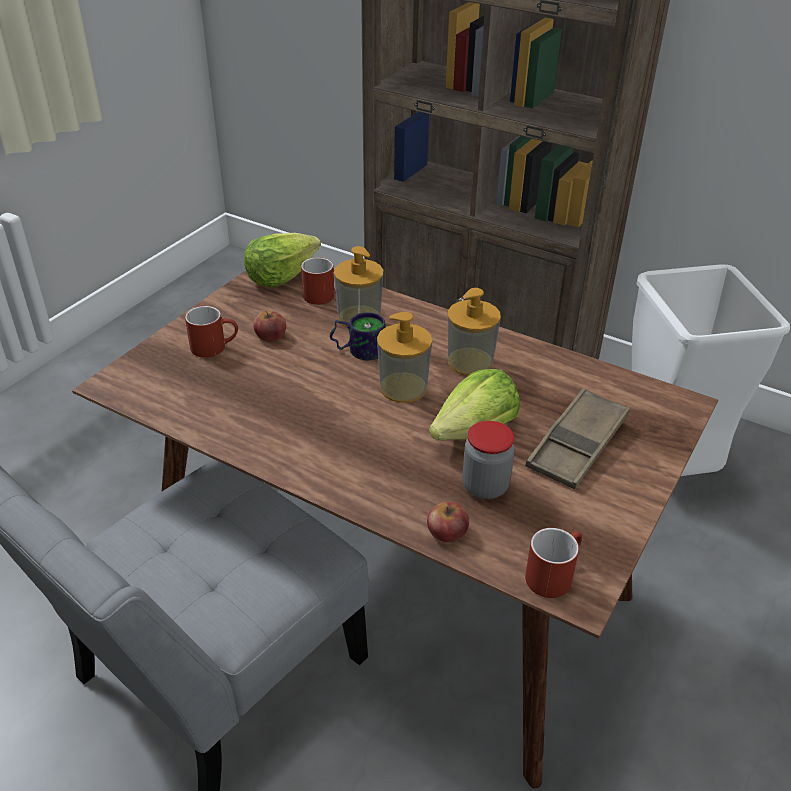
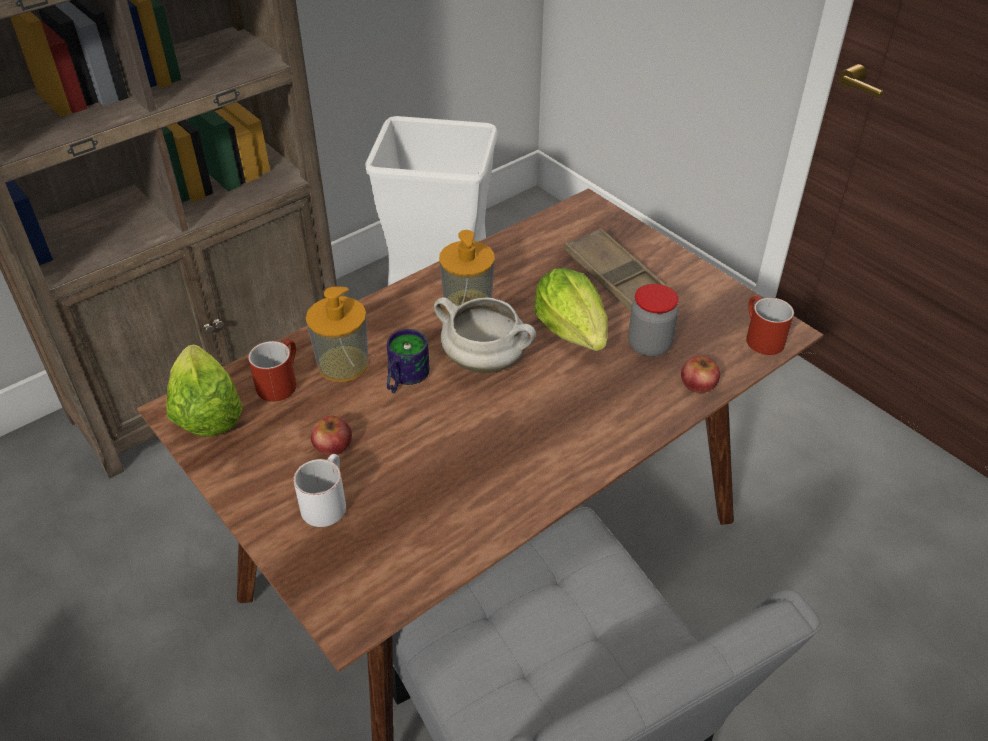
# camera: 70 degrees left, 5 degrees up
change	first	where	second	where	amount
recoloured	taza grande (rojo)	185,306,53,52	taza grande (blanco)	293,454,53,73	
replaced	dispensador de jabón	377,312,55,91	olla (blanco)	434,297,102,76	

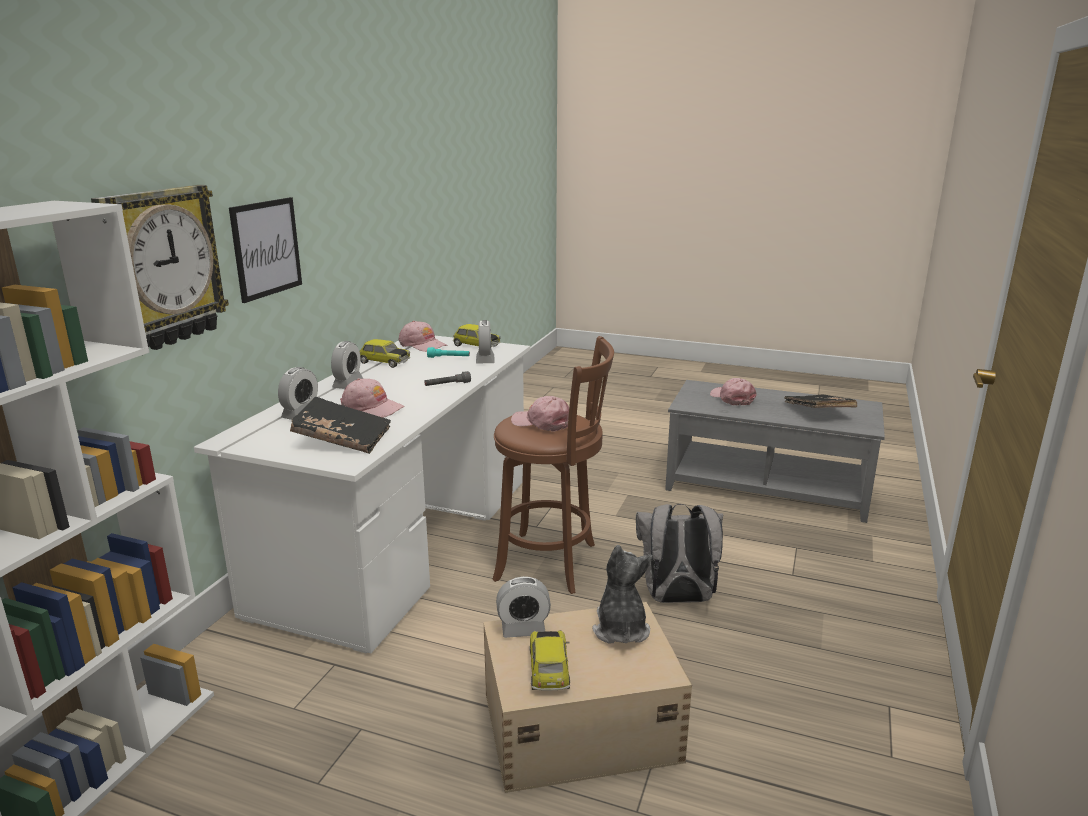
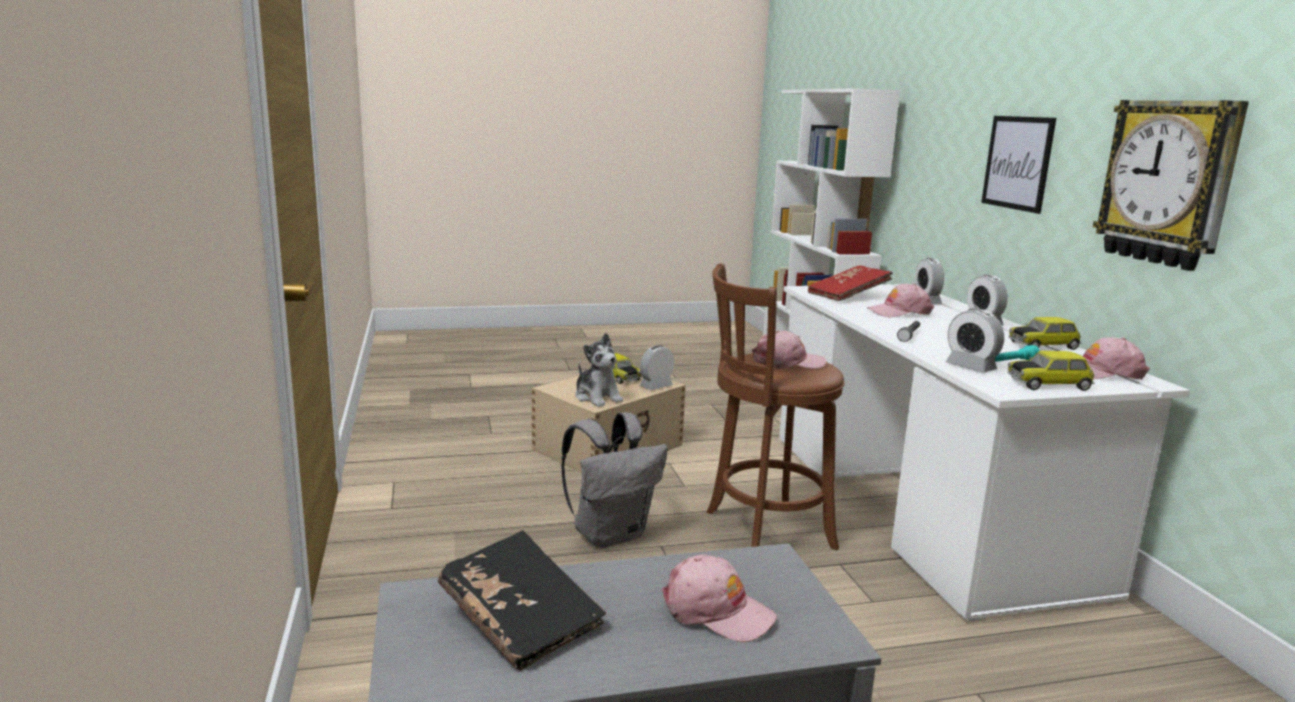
# camera: 145 degrees right, 5 degrees down
change	first	where	second	where	amount
recoloured	libro (negro)	290,396,101,58	libro (rojo)	808,265,85,36	
moved	reloj de pared	91,185,138,165		1093,100,156,171	

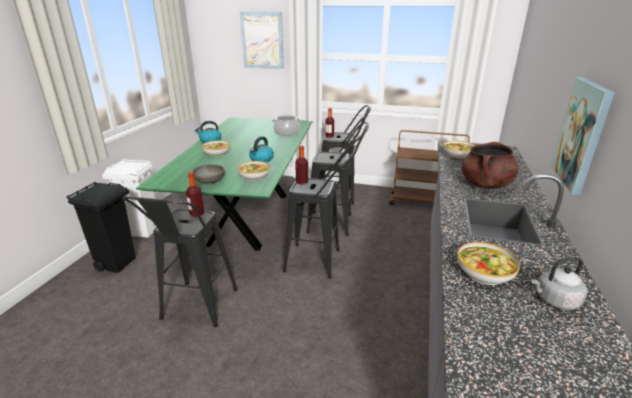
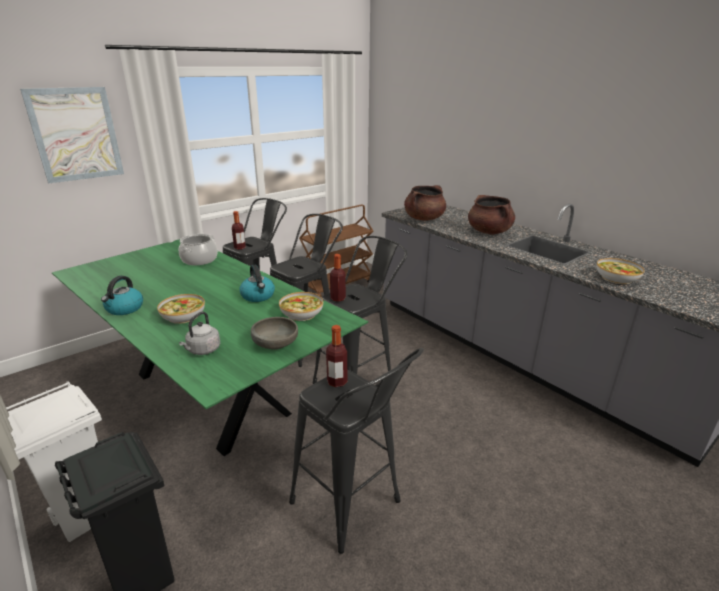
# camera: 55 degrees left, 0 degrees up
change	first	where	second	where	amount
moved	hervidor (gris)	532,257,55,53		179,311,41,44	
replaced	cuenco	443,140,32,19	olla (marrón)	404,185,42,36	
removed	cuadro	551,77,64,118			

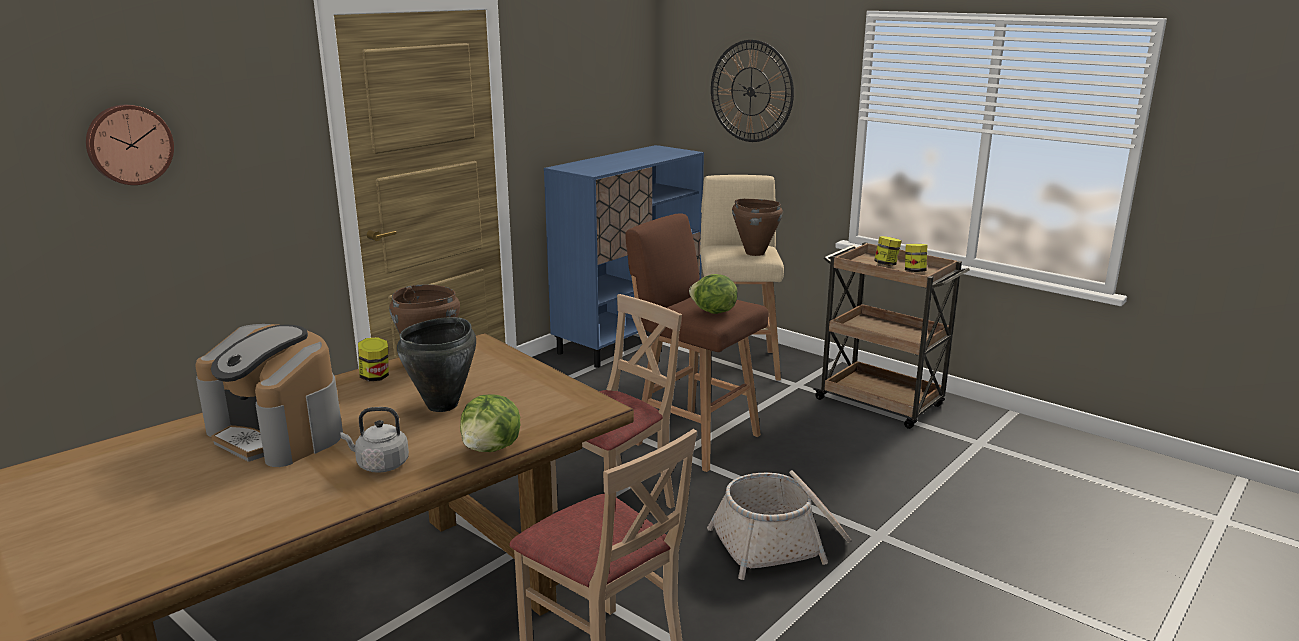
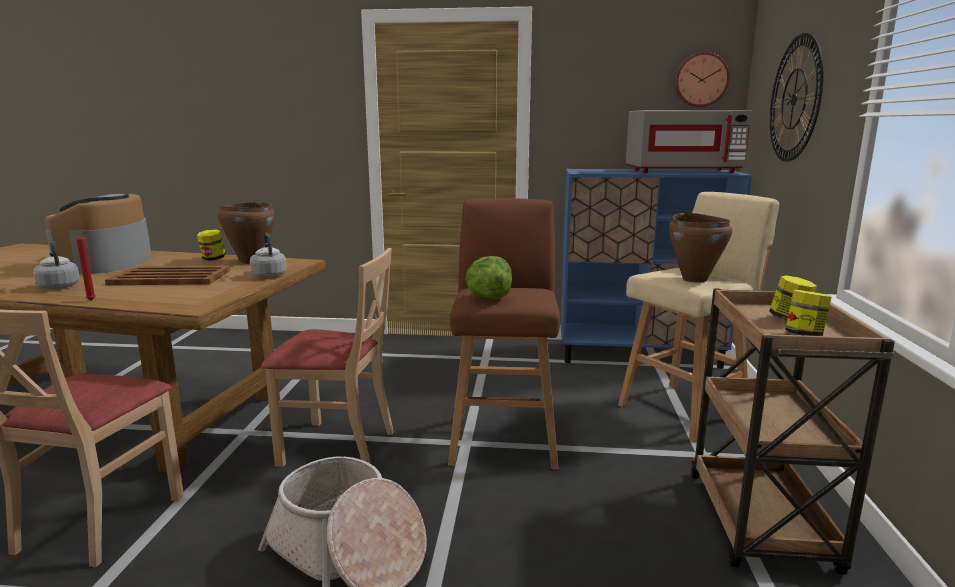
# camera: 55 degrees right, 5 degrees down
change	first	where	second	where	amount
replaced	lechuga	460,395,61,57	vela (rojo)	76,231,20,70	
replaced	olla (negro)	397,317,79,95	bandeja (marrón)	105,266,125,19	
added			hervidor (gris)	250,233,37,45	
added			microondas (gris)	626,110,126,63	
moved	reloj de pared	86,105,88,80		674,52,56,55	

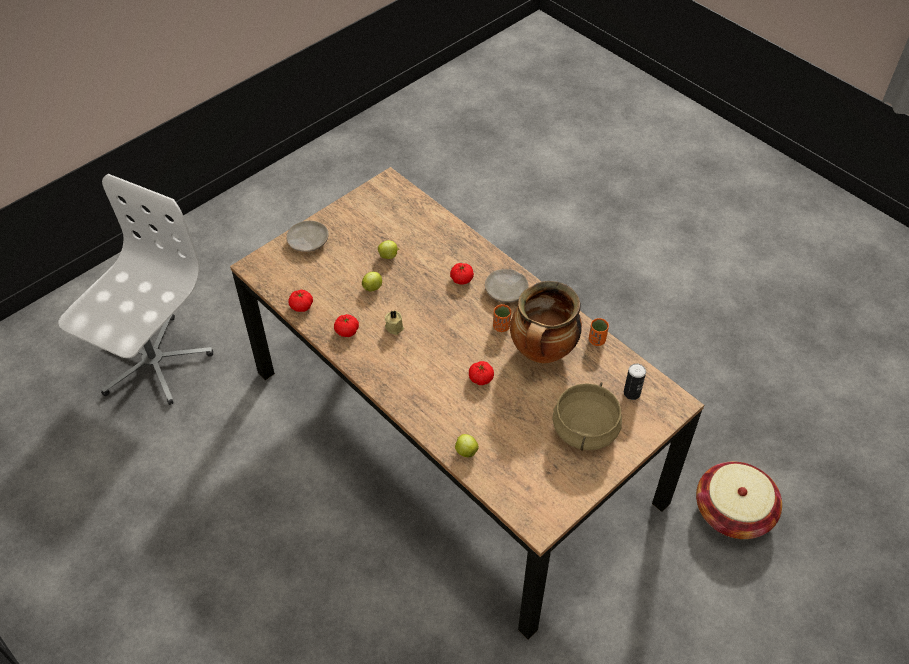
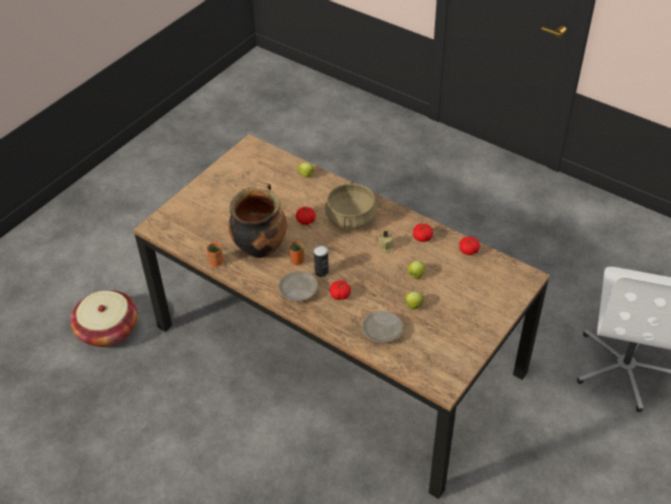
# camera: 170 degrees right, 5 degrees down
change	first	where	second	where	amount
moved	lata	624,364,22,36		314,245,15,32	
moved	olla (beis)	552,382,70,69		325,181,52,48	
moved	plato (beis)	286,221,43,31		362,311,41,32	

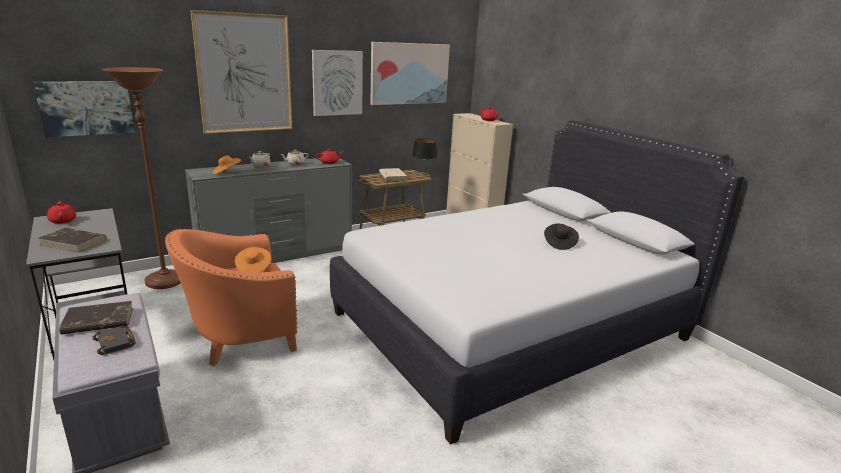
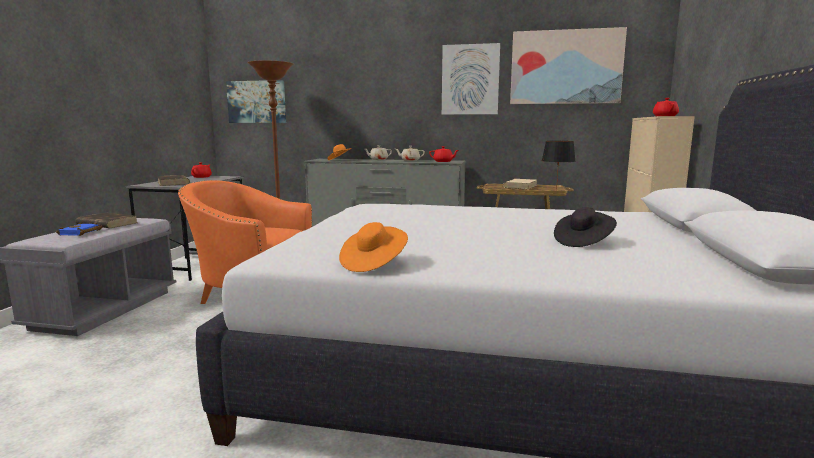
# camera: 45 degrees right, 10 degrees down
change	first	where	second	where	amount
recoloured	libro (negro)	92,326,44,29	libro (azul)	56,223,46,13	
moved	sombrero (naranja)	235,247,36,26		339,222,69,50	
removed	cuadro	190,10,102,124			

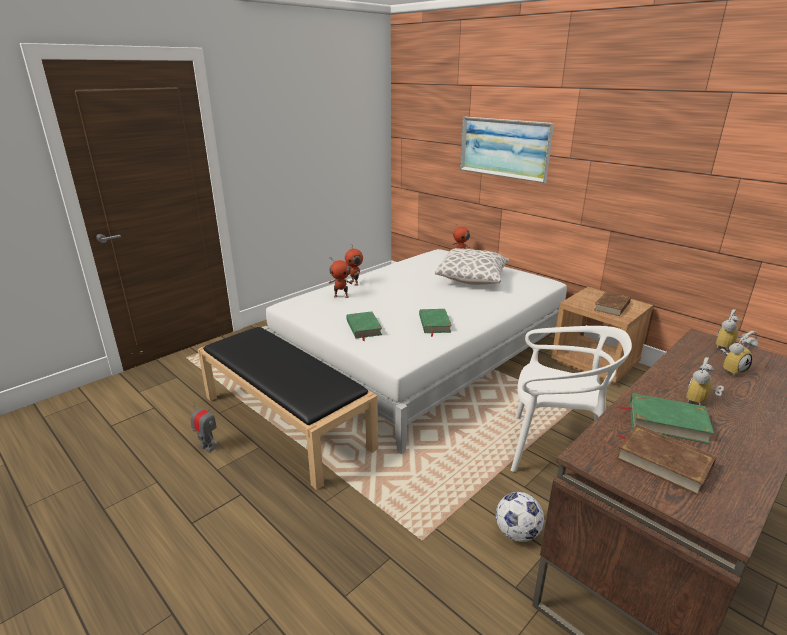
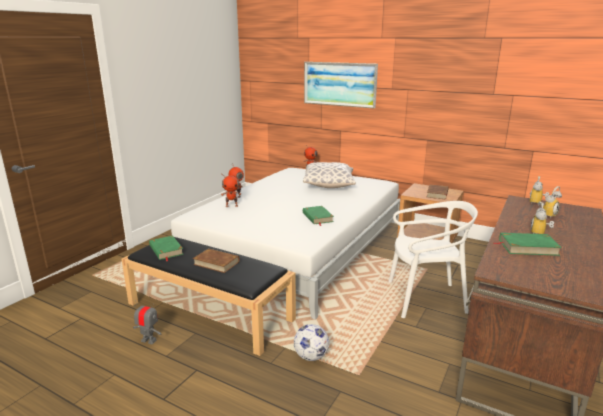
# camera: 15 degrees left, 5 degrees down
change	first	where	second	where	amount
moved	libro (verde)	346,311,36,30		149,236,34,26	
moved	libro (marrón)	616,424,101,72		193,249,46,24	
moved	balón de fútbol	496,492,48,50		294,324,35,37	

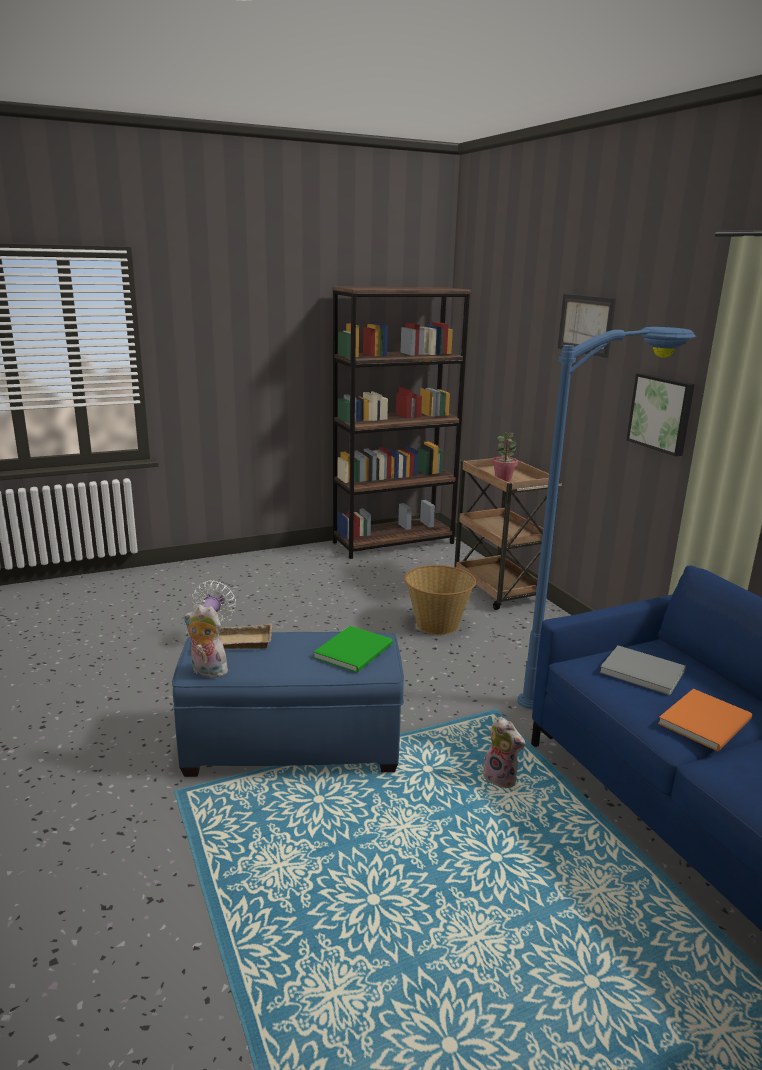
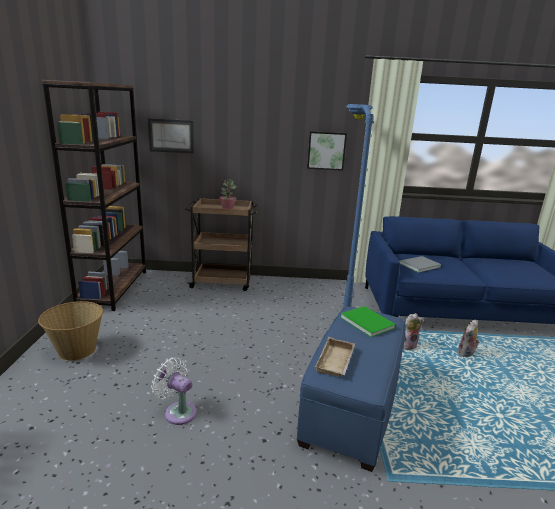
# camera: 65 degrees left, 0 degrees up
change	first	where	second	where	amount
moved	cesta	404,565,72,70		38,301,65,60	
moved	cuadro	558,294,58,64		148,118,46,36	
moved	peluche	184,605,47,73		458,320,22,37	
removed	libro (naranja)	658,689,94,62			

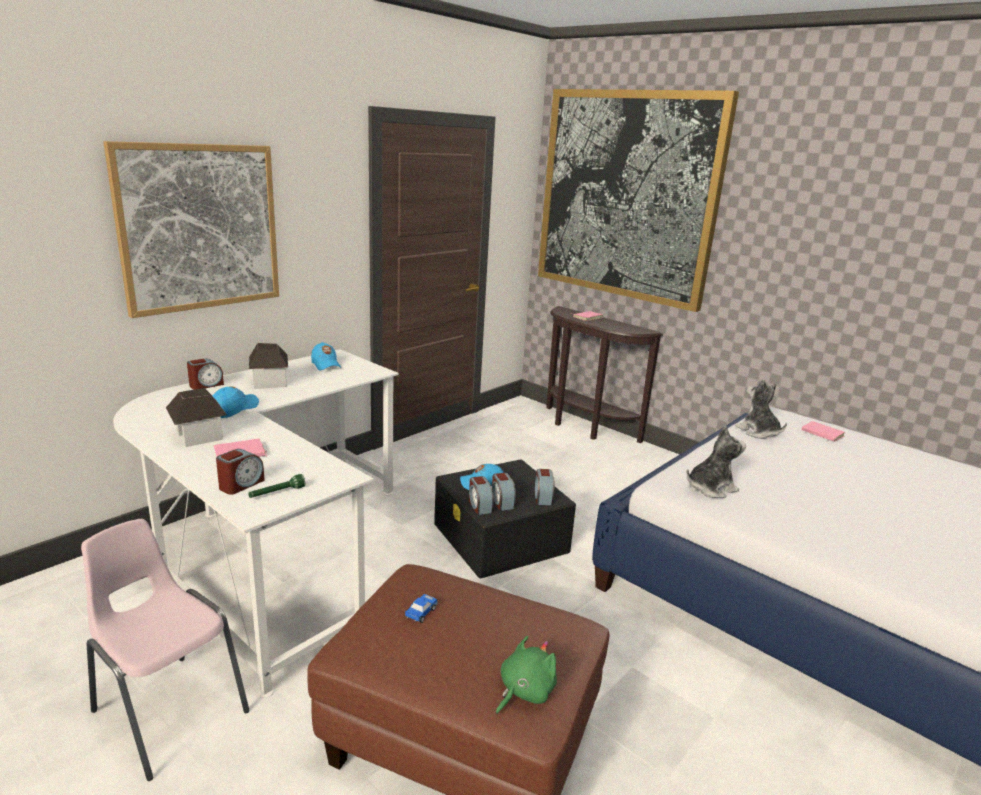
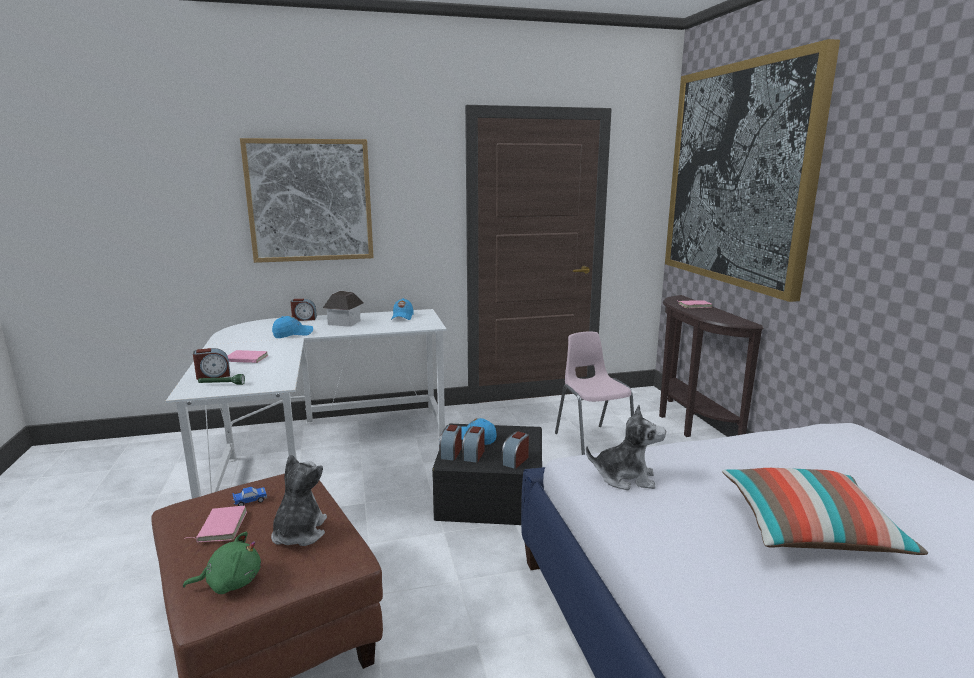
# camera: 35 degrees right, 5 degrees down
change	first	where	second	where	amount
moved	libro (rosa)	802,421,43,21		184,506,63,37	
moved	peluche	736,379,51,60		271,454,56,92	
moved	silla (rosa)	81,519,169,262		555,332,79,123	
added			cojín	722,468,206,87	
removed	casita	166,388,61,59			

